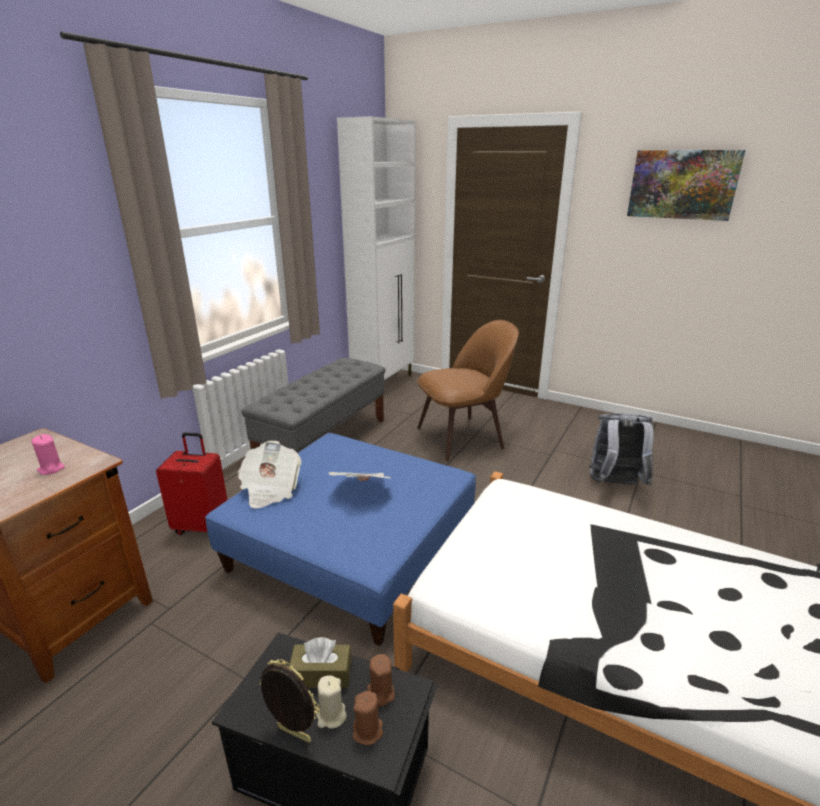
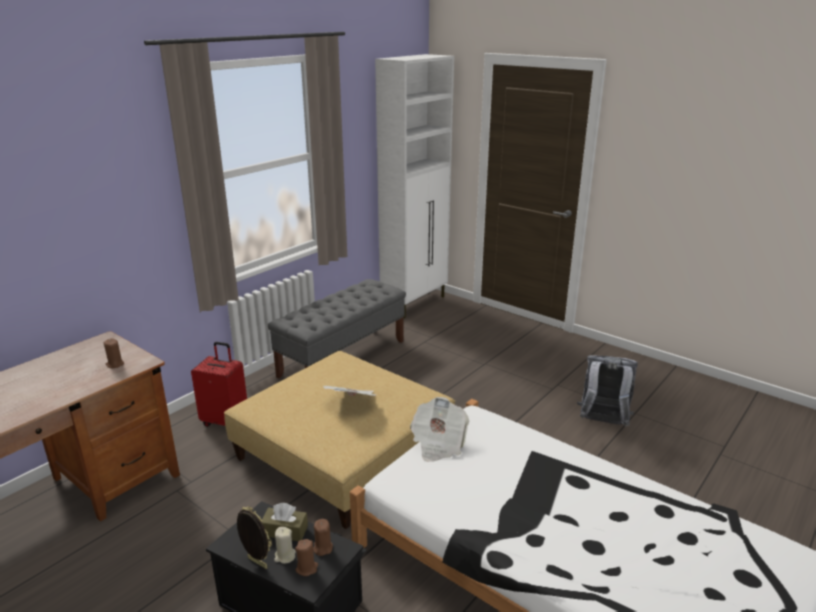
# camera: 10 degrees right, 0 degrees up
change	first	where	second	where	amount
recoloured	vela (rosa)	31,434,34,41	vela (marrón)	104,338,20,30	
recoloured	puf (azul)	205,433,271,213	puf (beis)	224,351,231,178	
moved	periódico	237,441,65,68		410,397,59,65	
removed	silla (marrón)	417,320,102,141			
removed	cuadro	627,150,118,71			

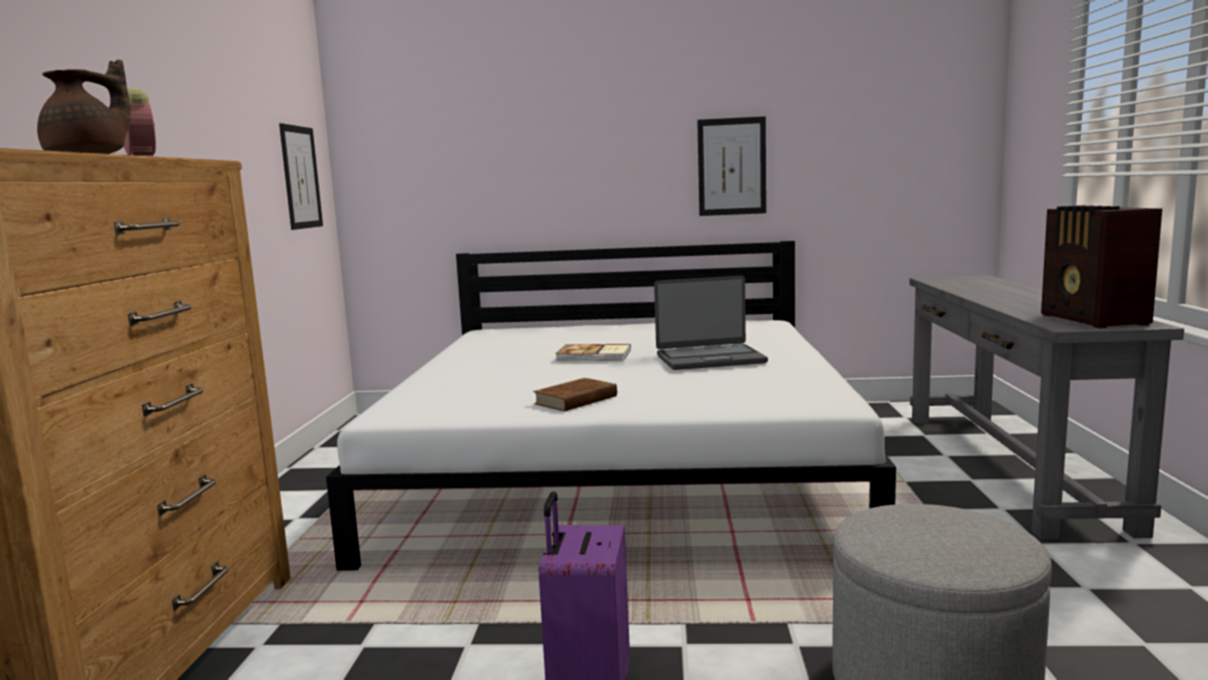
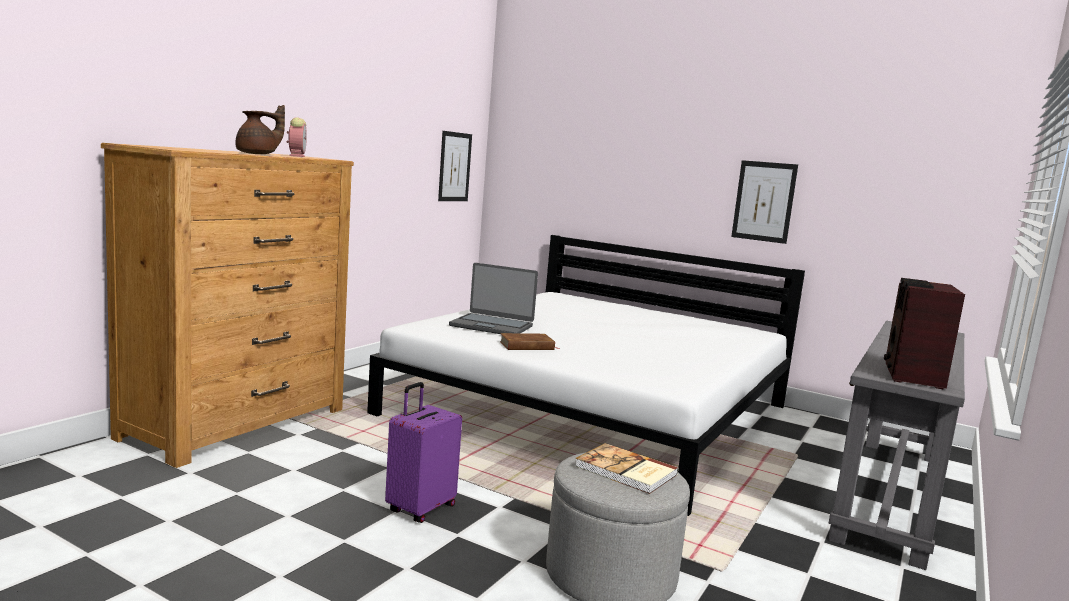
# camera: 25 degrees right, 0 degrees up
change	first	where	second	where	amount
moved	portátil	654,276,114,94		449,263,89,71	
moved	libro	556,344,75,17		575,443,103,51	

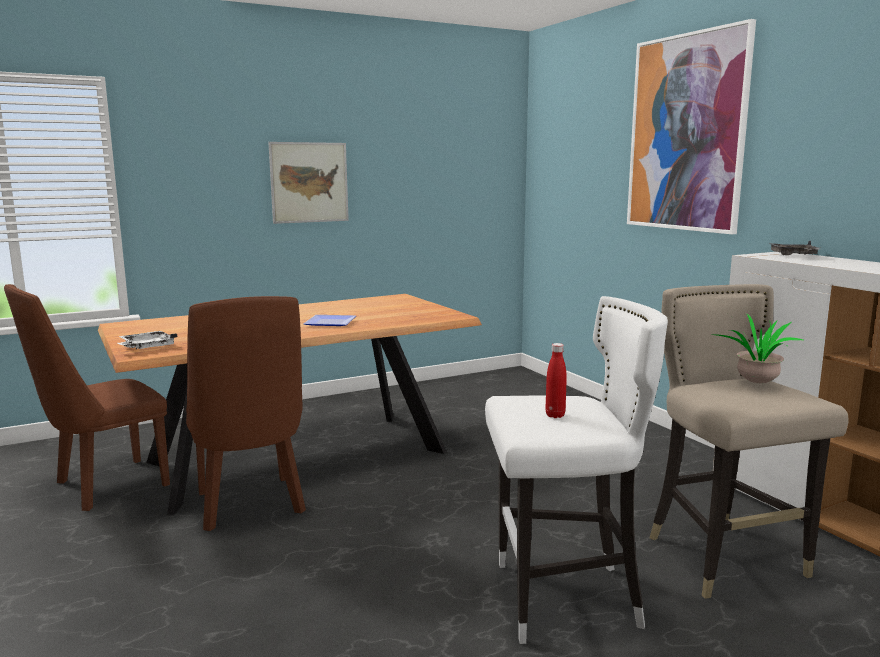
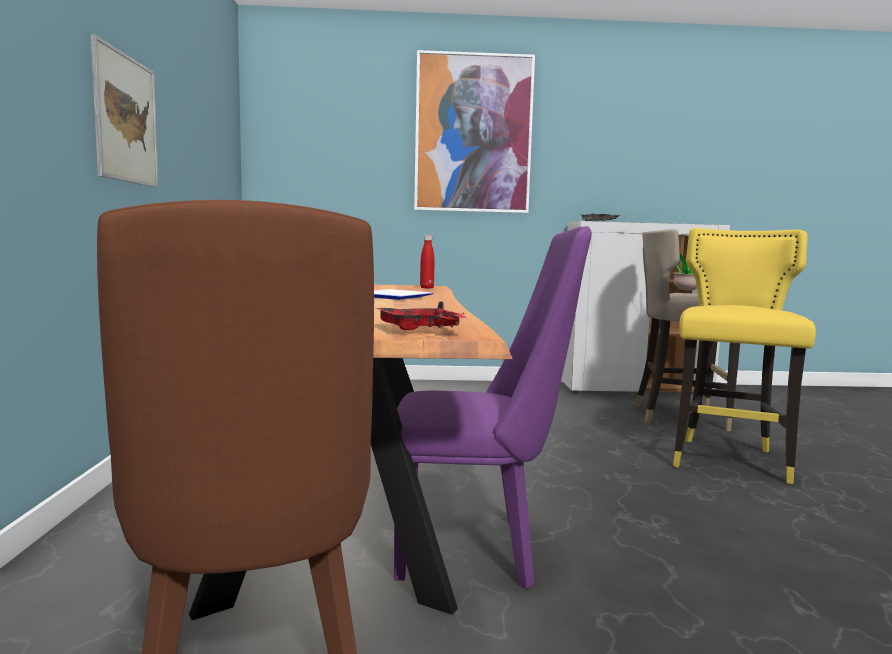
# camera: 65 degrees left, 5 degrees down
change	first	where	second	where	amount
recoloured	bandeja (blanco)	117,331,60,18	bandeja (rojo)	375,301,90,29	
recoloured	silla (marrón)	186,296,120,235	silla (morado)	394,226,198,362	
moved	botella (rojo)	545,343,22,75		420,235,15,54	
recoloured	taburete (blanco)	485,296,183,348	taburete (amarillo)	673,228,143,256	

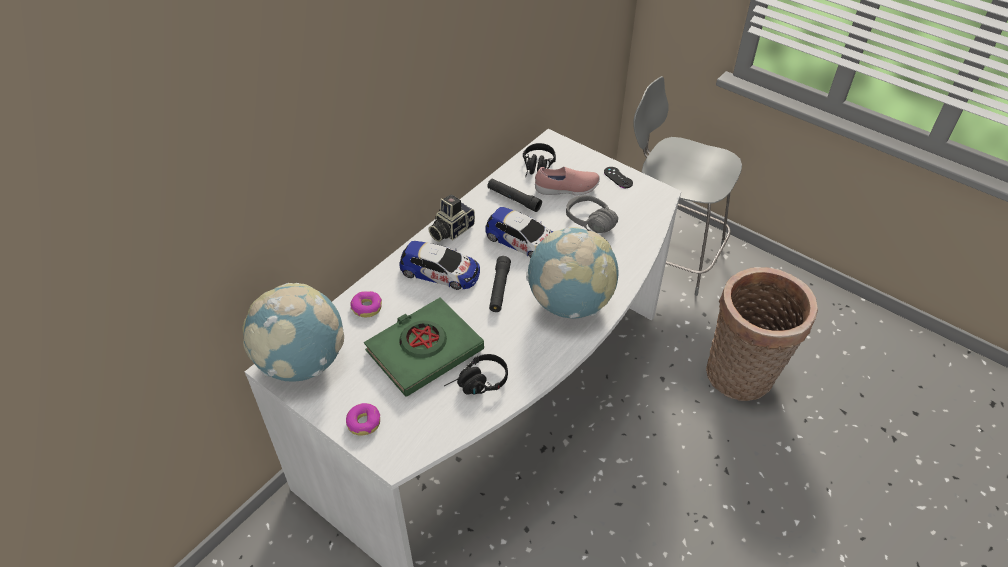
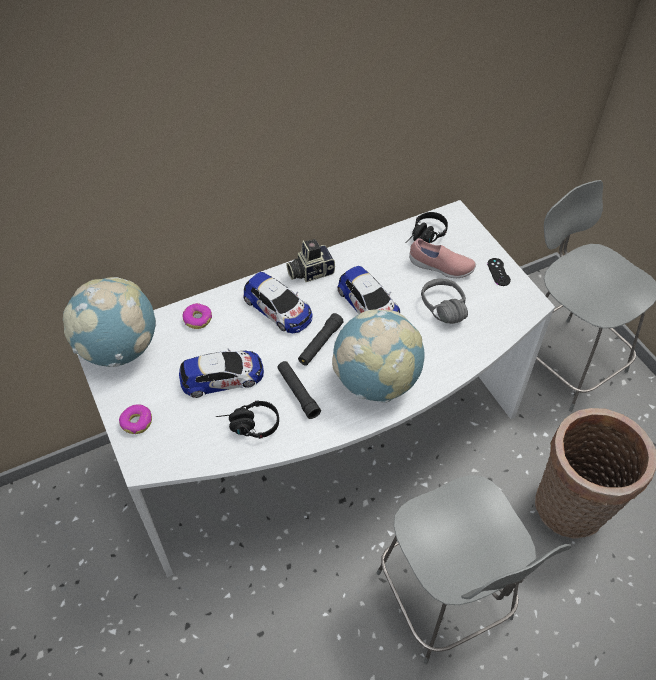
# camera: 25 degrees right, 5 degrees up
change	first	where	second	where	amount
replaced	libro (verde)	364,297,120,100	coche de juguete	179,349,85,49	
moved	linterna (negro)	487,179,55,33		277,361,44,58	
added			silla (gris)	377,475,194,189	

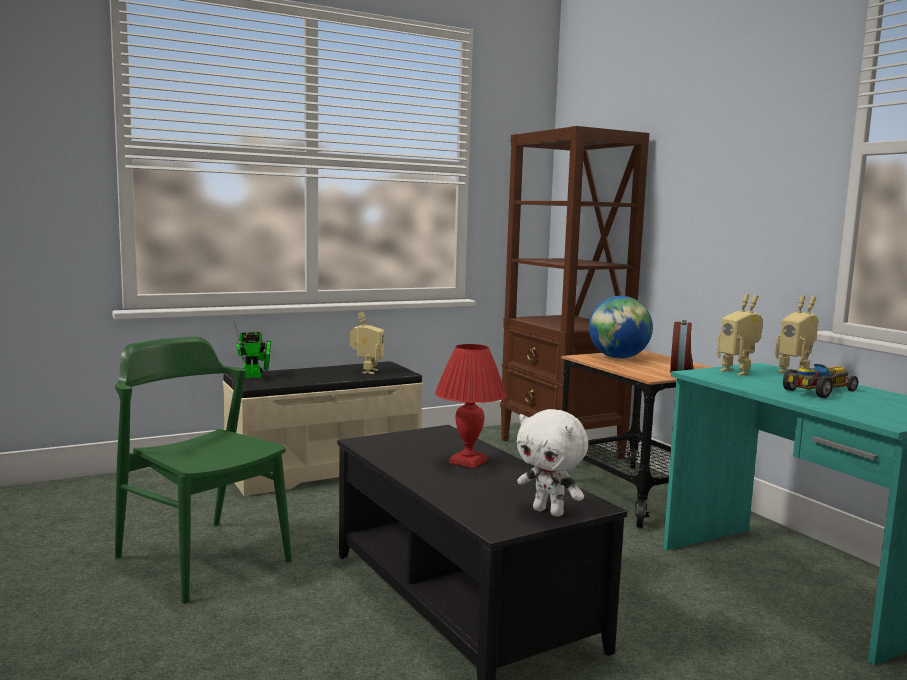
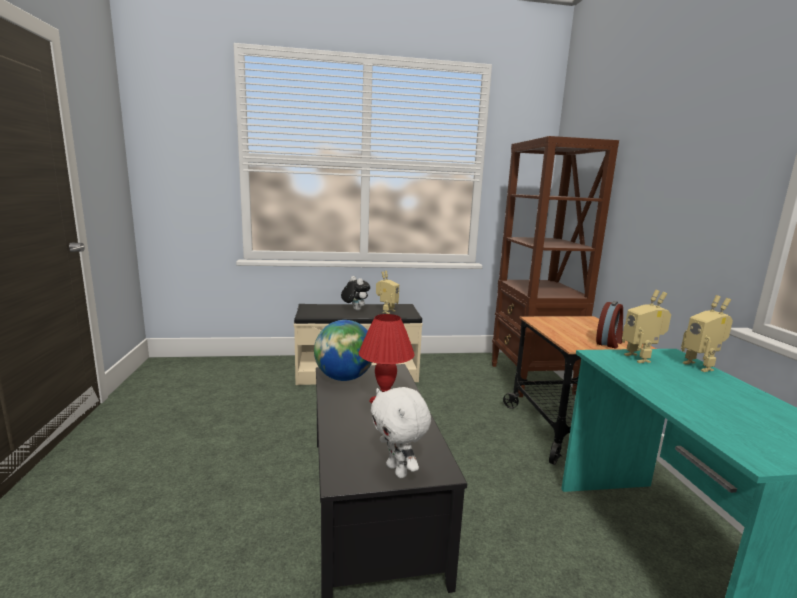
# camera: 20 degrees right, 5 degrees up
change	first	where	second	where	amount
moved	globo terráqueo	589,296,64,63		314,320,58,61	
added			peluche	341,276,29,35	
removed	silla (verde)	115,336,177,268			
removed	robot de juguete	233,318,38,60			
removed	coche de juguete	783,364,75,34			

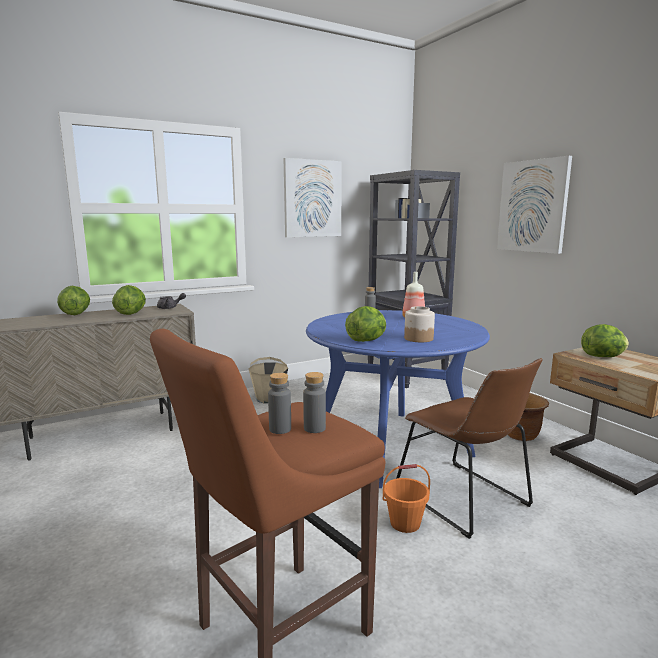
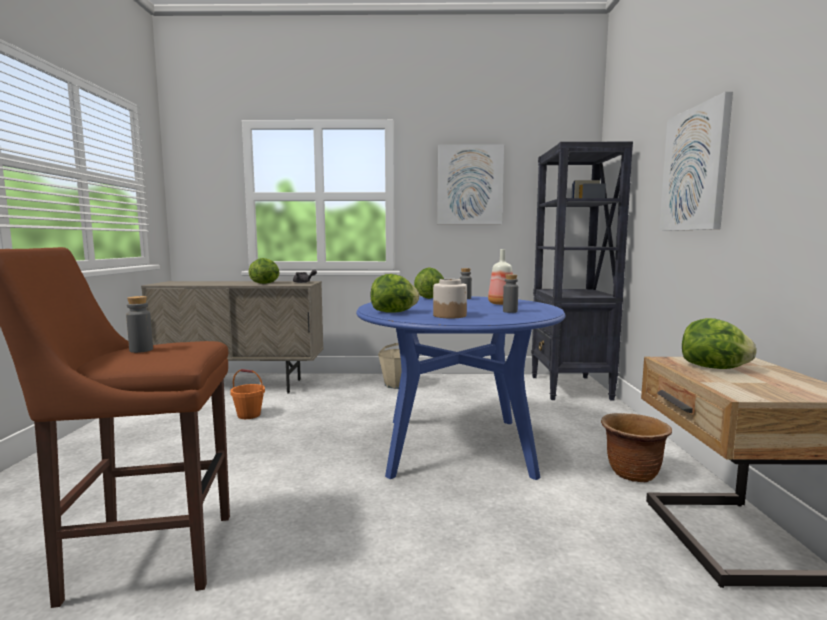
# camera: 30 degrees right, 5 degrees down
change	first	where	second	where	amount
moved	cubo (naranja)	383,464,47,69		230,369,35,50	
moved	lechuga	57,286,33,29		414,267,30,32	
moved	botella (gris)	303,372,23,61		503,274,15,39	
removed	silla (marrón)	396,358,147,181			

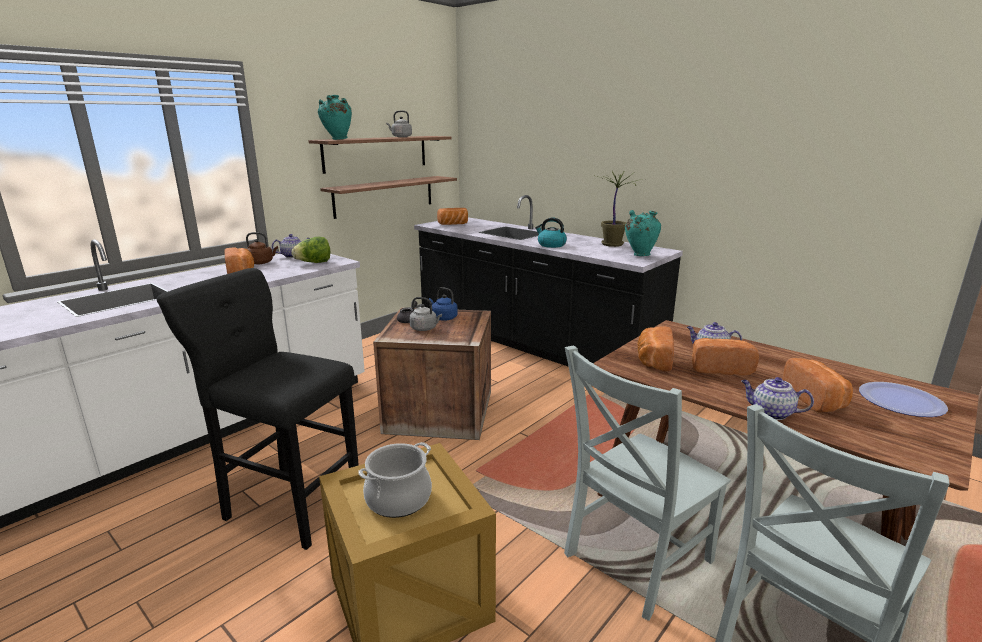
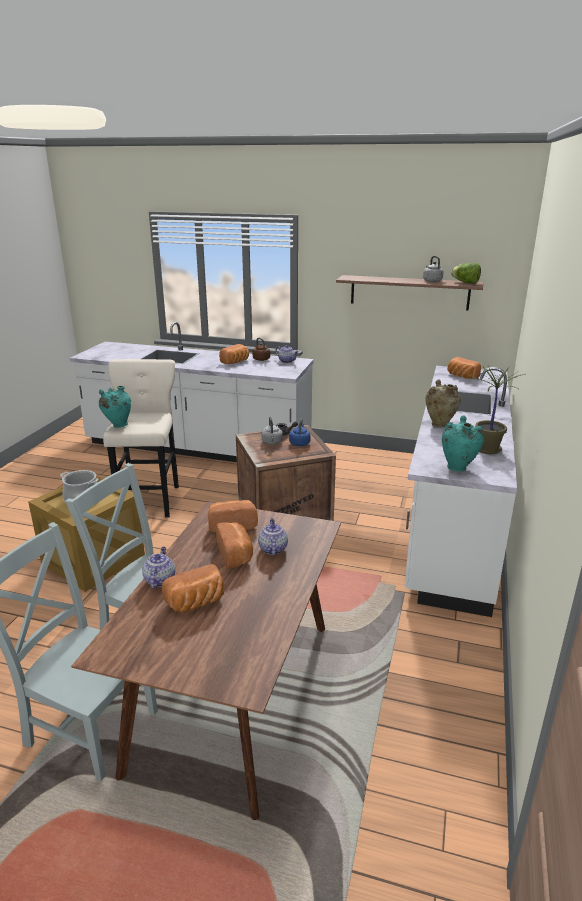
# camera: 65 degrees right, 5 degrees up
change	first	where	second	where	amount
moved	florero (turquesa)	318,95,34,45		99,386,32,42	
recoloured	taburete (negro)	157,268,202,282	taburete (beis)	103,359,76,158	
recoloured	mueble bajo de cocina (negro)	414,195,269,172	mueble bajo de cocina (blanco)	404,366,113,251	
replaced	hervidor	535,218,32,30	florero (beis)	426,379,35,48	
moved	lechuga	292,237,38,26		451,263,30,21	
removed	estante	320,176,137,43			
removed	plato	859,382,89,35			

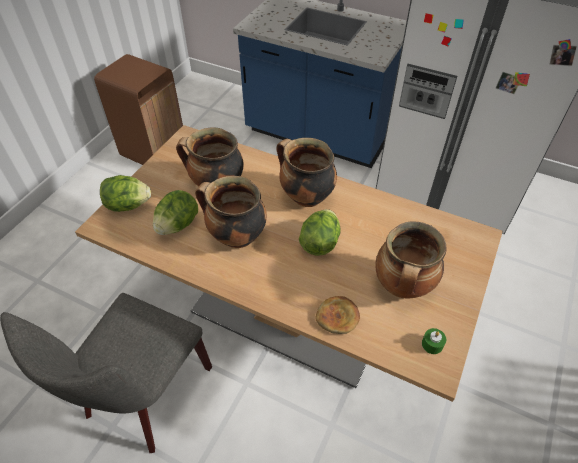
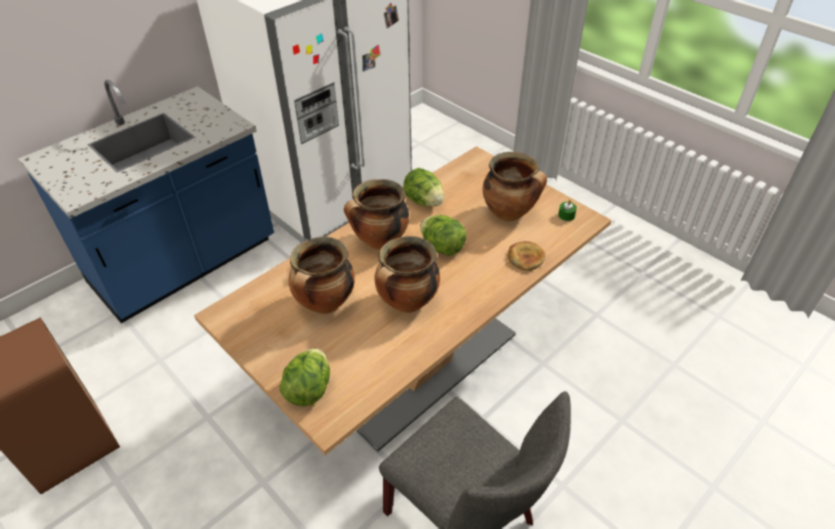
# camera: 70 degrees left, 5 degrees down
change	first	where	second	where	amount
moved	lechuga	153,190,45,45		403,168,41,39	

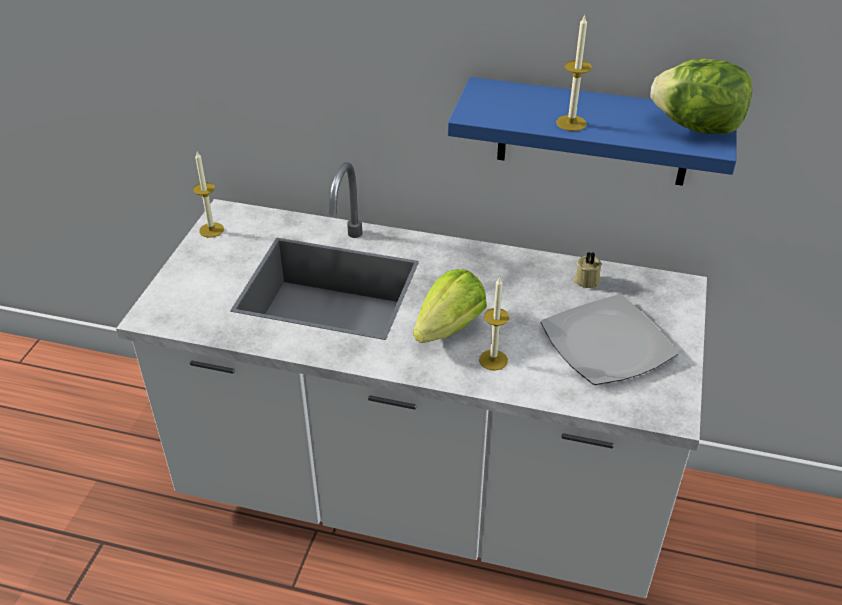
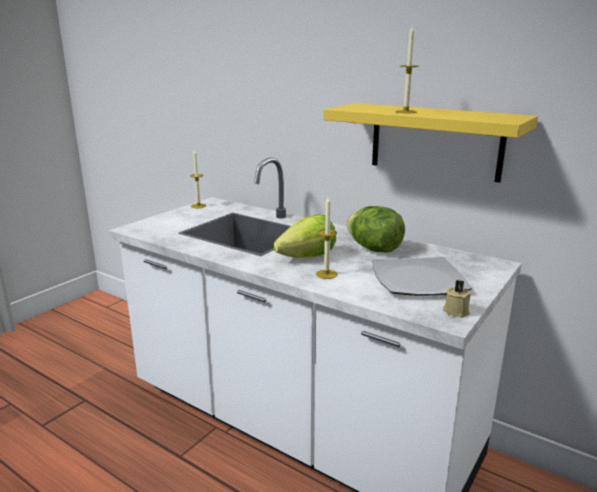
# camera: 20 degrees right, 20 degrees down
change	first	where	second	where	amount
recoloured	estante (azul)	448,77,289,109	estante (amarillo)	323,103,215,80	
moved	lechuga	650,59,102,75		347,206,58,47	
moved	vela (beis)	573,252,29,37		443,280,28,38	

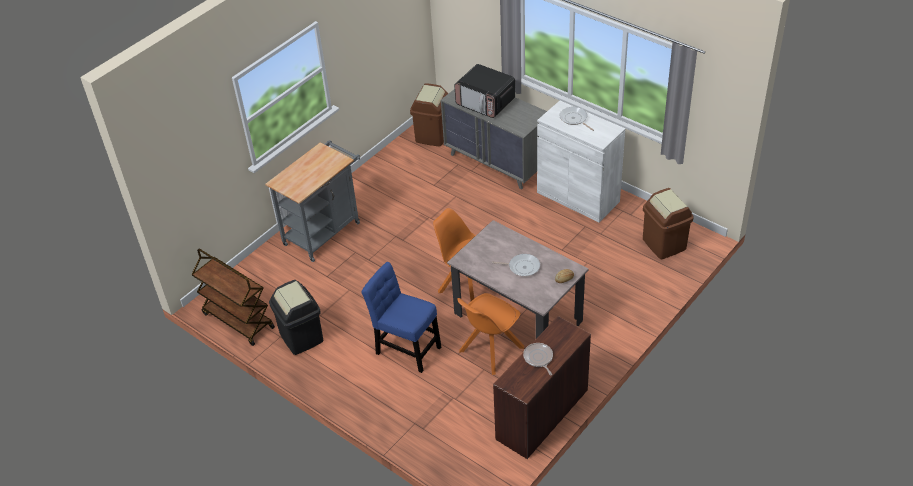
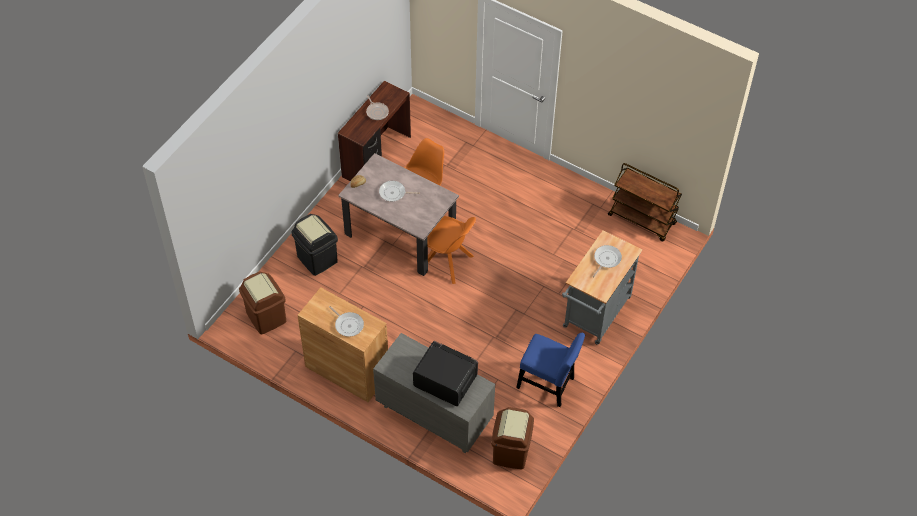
# camera: 170 degrees right, 10 degrees up
change	first	where	second	where	amount
moved	papelera (negro)	269,280,54,75		291,214,47,62	
recoloured	armario (blanco)	537,101,88,121	armario (marrón)	297,287,91,115	
moved	silla (azul)	361,262,80,111		516,333,69,74	
added			sartén	593,245,29,32	

